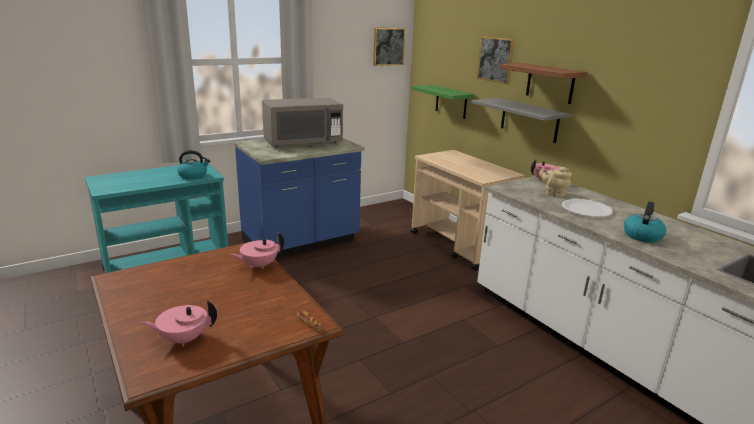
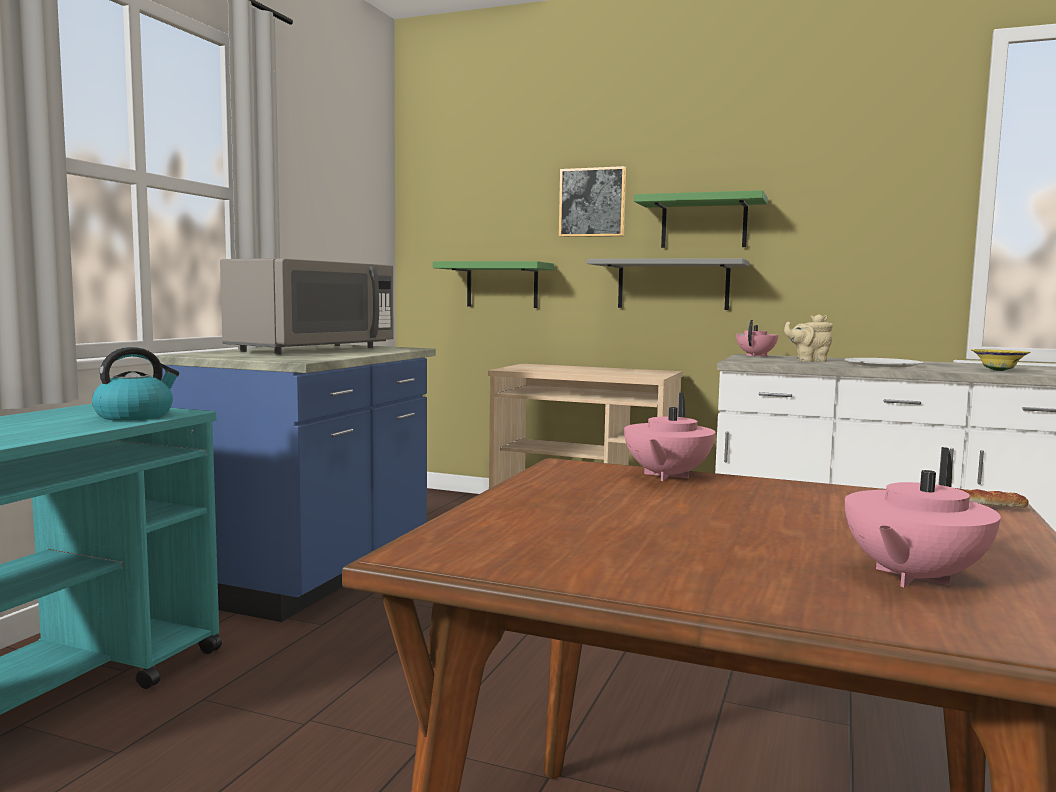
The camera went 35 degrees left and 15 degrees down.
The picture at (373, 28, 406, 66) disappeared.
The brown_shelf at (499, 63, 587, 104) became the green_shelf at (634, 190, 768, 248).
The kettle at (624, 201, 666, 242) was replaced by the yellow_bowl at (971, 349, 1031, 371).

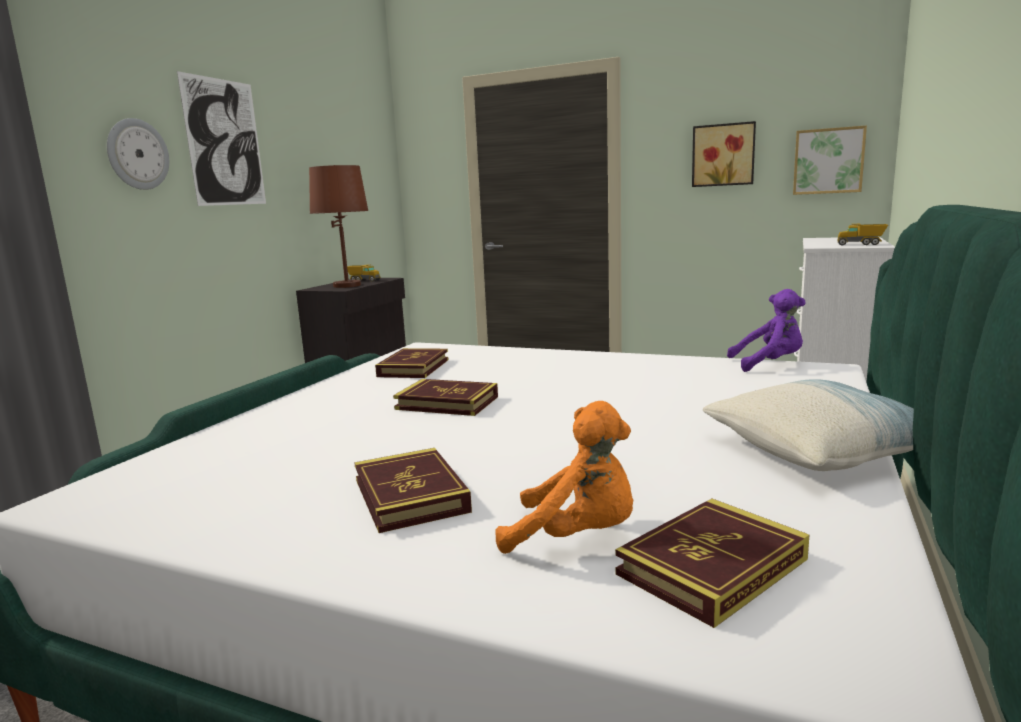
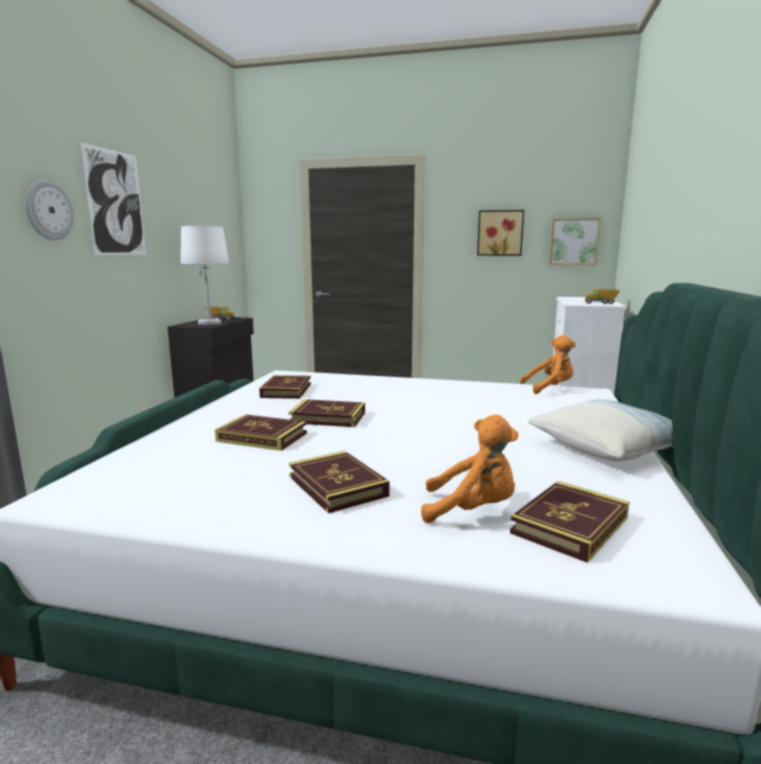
The camera went 10 degrees left and 0 degrees up.
The brown_table_lamp at (309, 165, 368, 288) became the white_table_lamp at (181, 225, 229, 325).
The purple_plush_toy at (727, 289, 806, 372) became the orange_plush_toy at (520, 335, 576, 394).
The book at (215, 414, 307, 451) appeared.

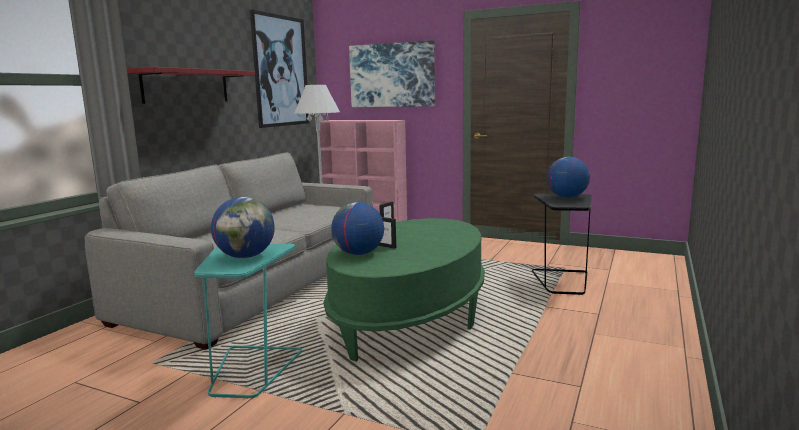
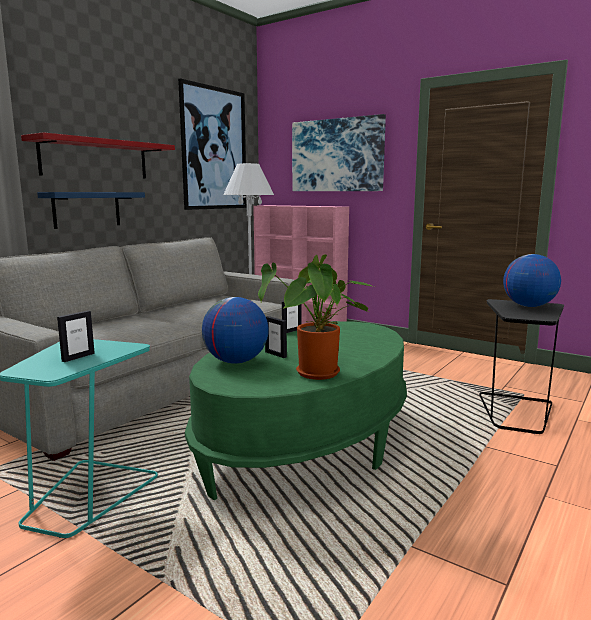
The camera went 10 degrees right and 0 degrees up.
The globe at (211, 197, 275, 258) was replaced by the picture_frame at (57, 311, 95, 362).
The blue_shelf at (37, 192, 145, 229) appeared.
The potted_plant at (258, 254, 374, 380) appeared.

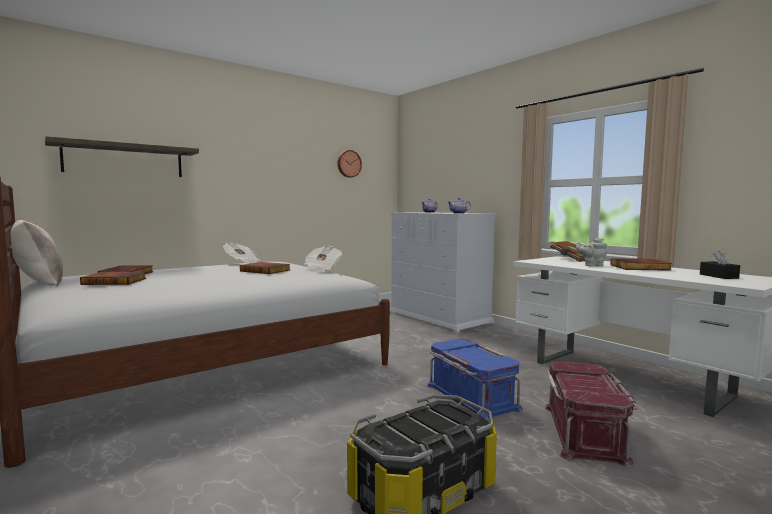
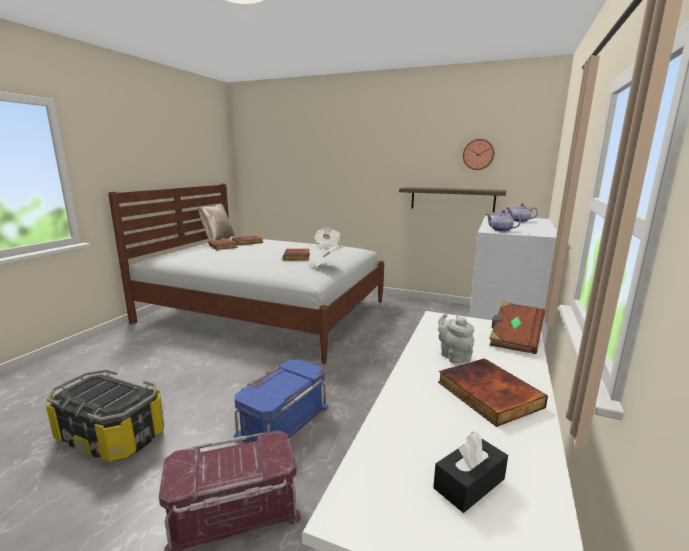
The camera went 60 degrees right and 10 degrees up.
The shelf moved from (45, 136, 199, 177) to (399, 187, 506, 213).

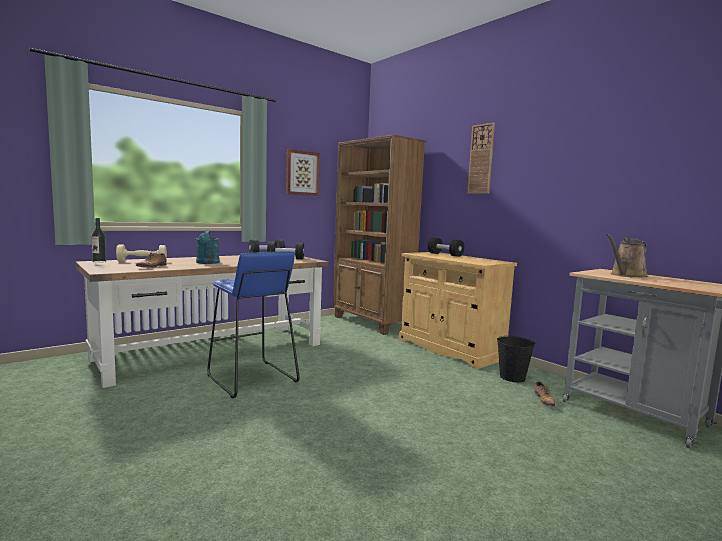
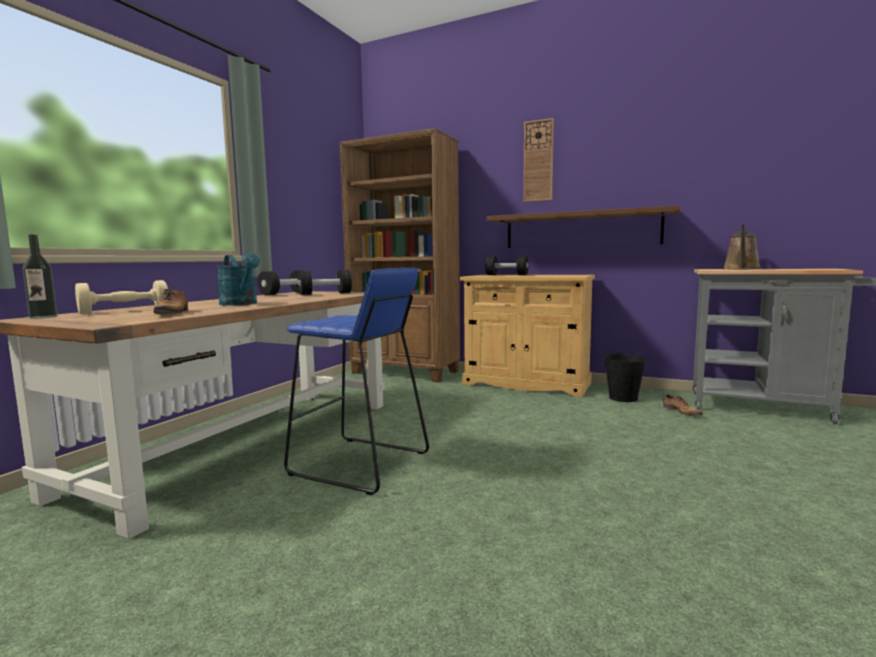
The camera went 25 degrees left and 0 degrees up.
The picture at (286, 149, 320, 196) disappeared.
The brown_shelf at (487, 205, 680, 248) appeared.

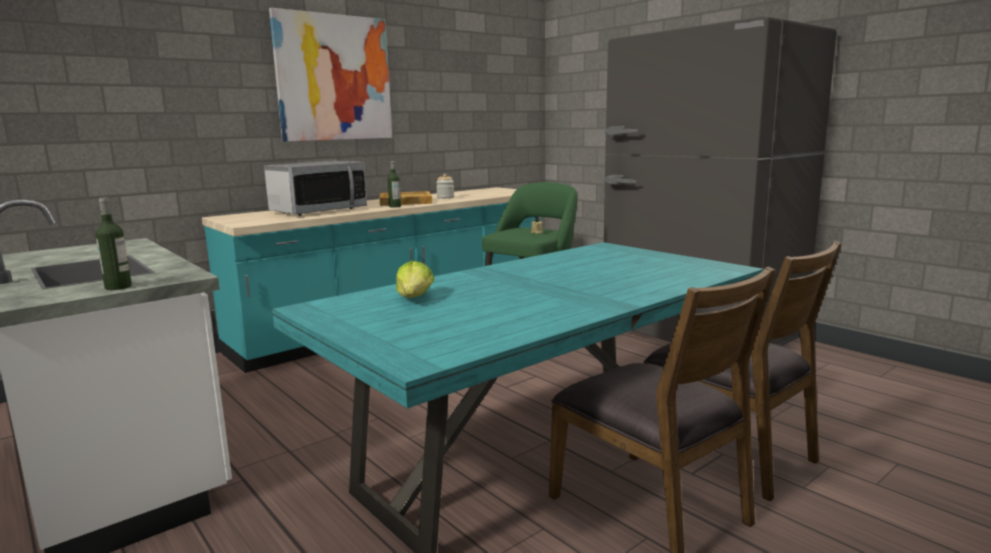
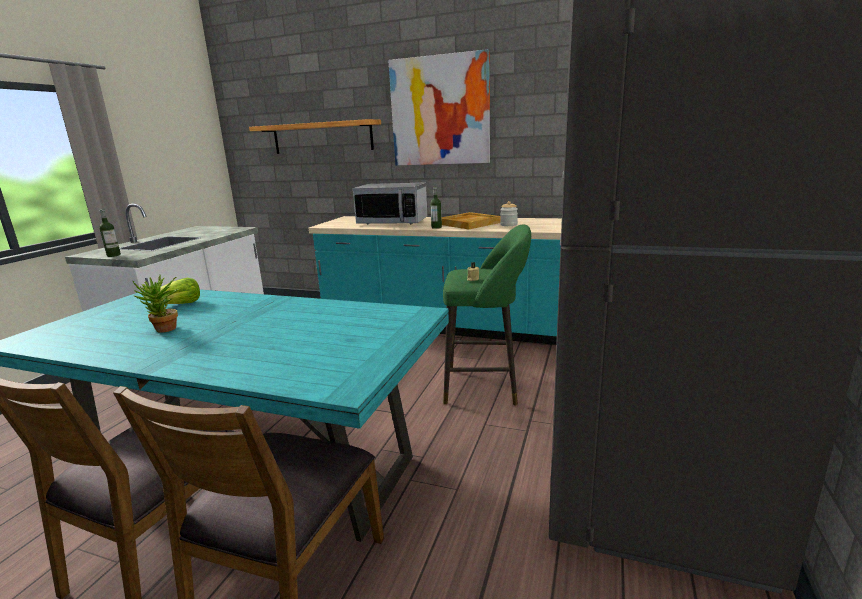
The camera went 60 degrees right and 5 degrees up.
The shelf at (249, 119, 381, 154) appeared.
The potted_plant at (133, 275, 179, 333) appeared.

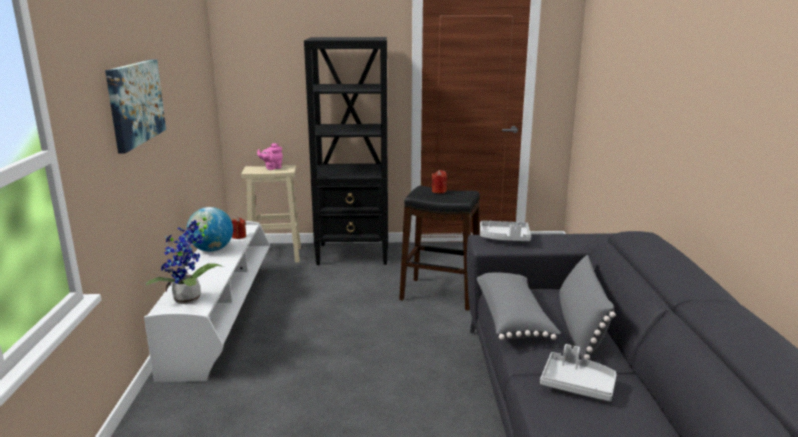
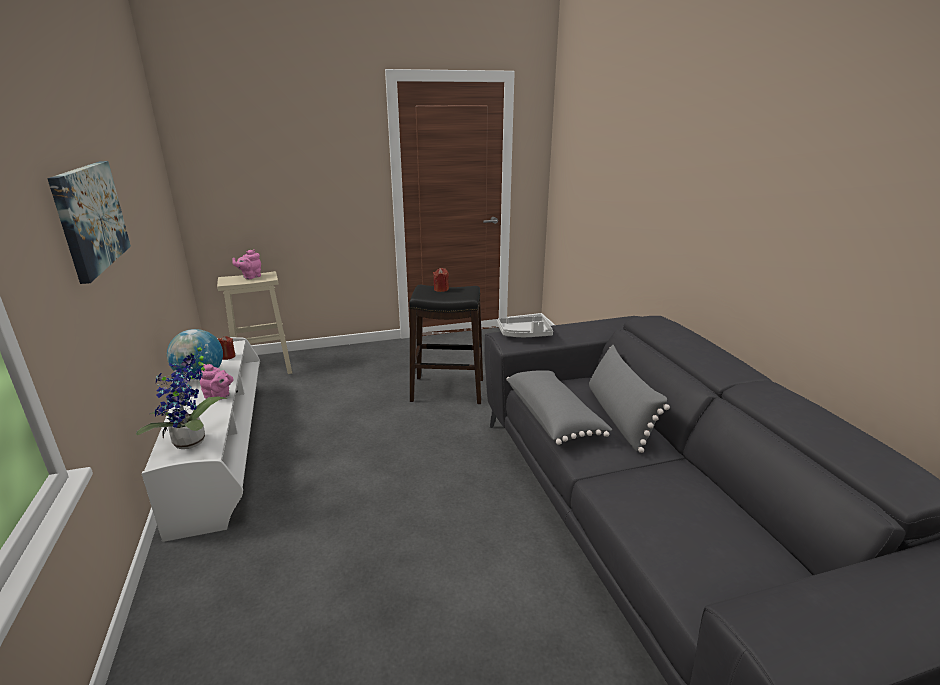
The camera went 15 degrees left and 5 degrees up.
The black_bookcase at (304, 37, 388, 265) disappeared.
The grey_tray at (540, 344, 617, 401) disappeared.
The pink_teapot at (199, 364, 234, 400) appeared.

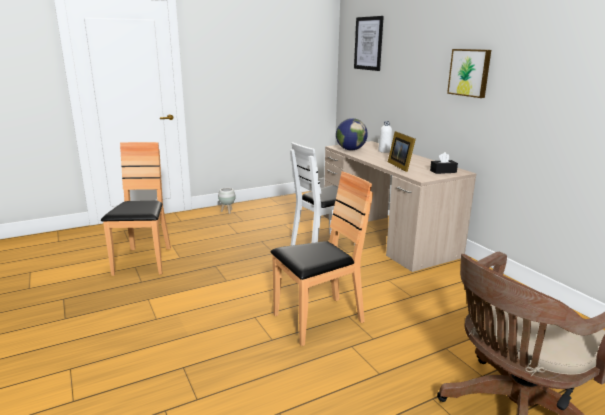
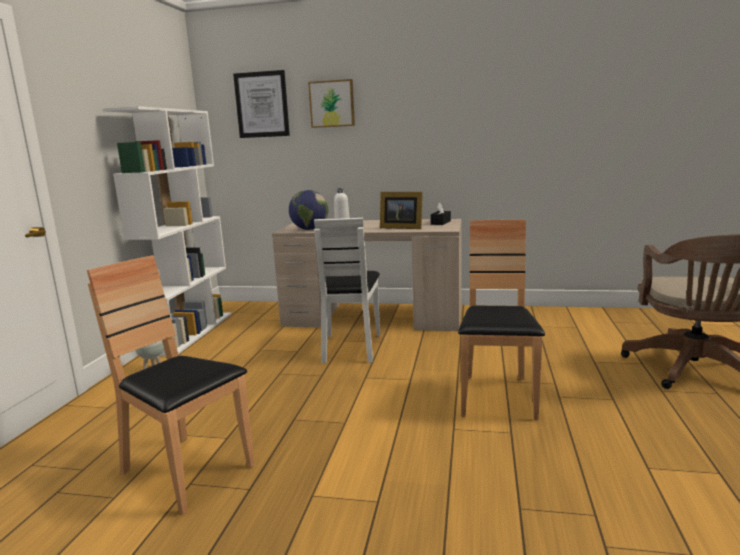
The camera went 50 degrees left and 5 degrees down.
The picture moved from (447, 49, 491, 98) to (308, 79, 355, 128).
The white_bookcase at (102, 106, 232, 356) appeared.

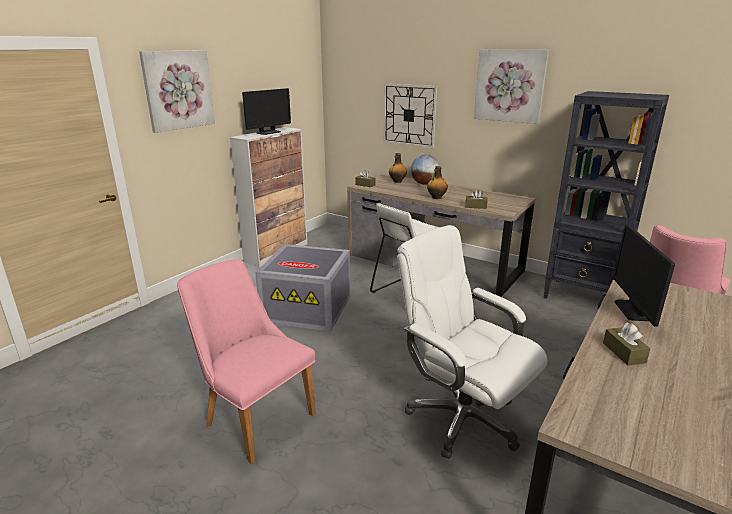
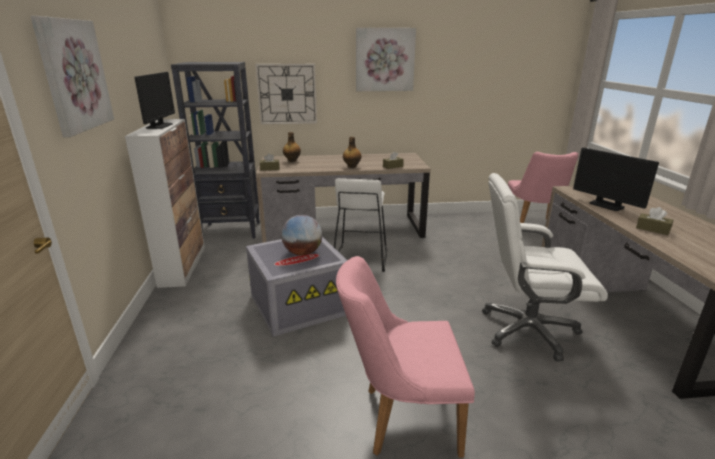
The camera went 40 degrees left and 0 degrees up.
The black_bookcase moved from (543, 91, 669, 299) to (171, 62, 260, 239).
The globe moved from (411, 155, 440, 185) to (281, 215, 322, 255).

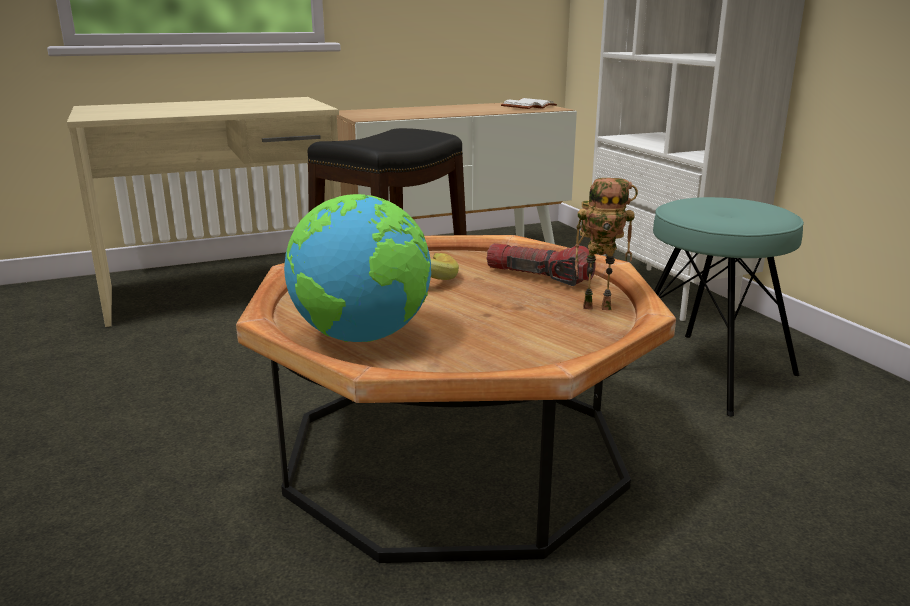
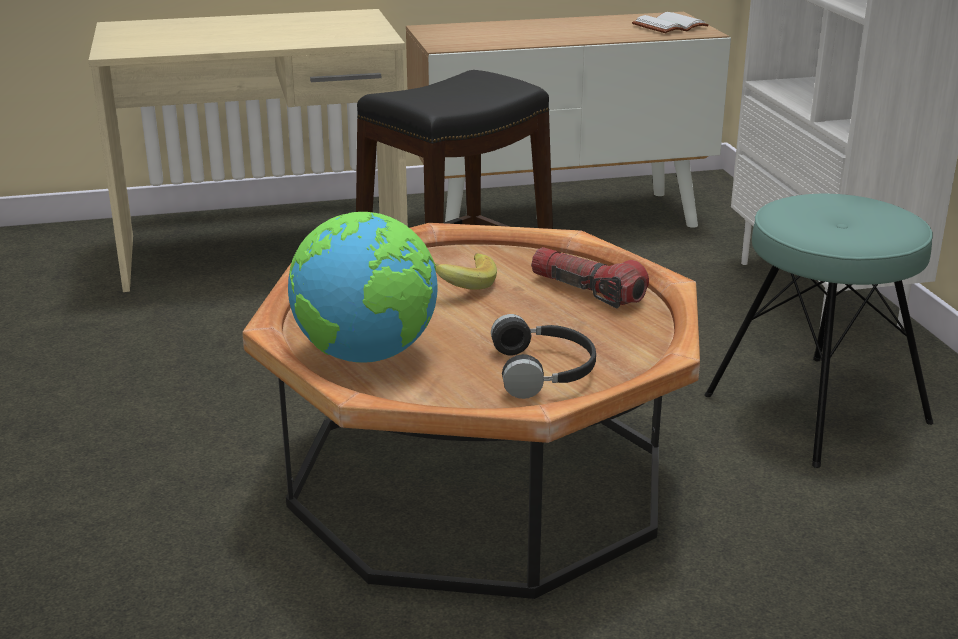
The camera went 10 degrees right and 5 degrees up.
The toy_robot at (575, 178, 638, 310) disappeared.
The black_headphones at (491, 314, 596, 399) appeared.

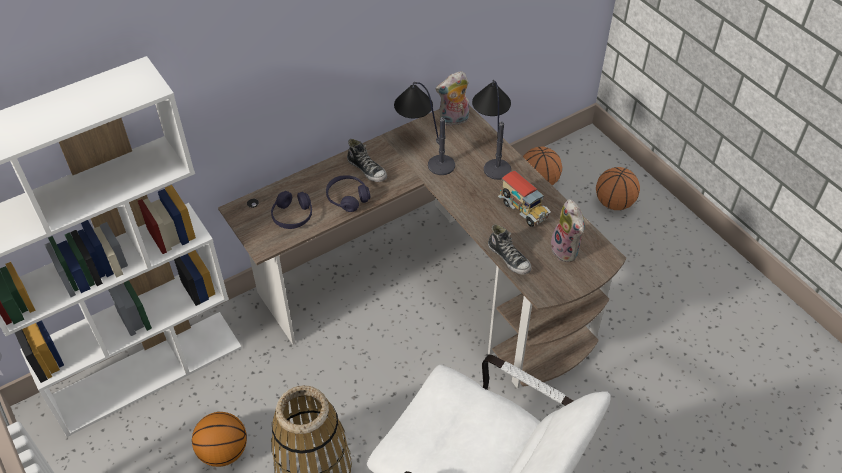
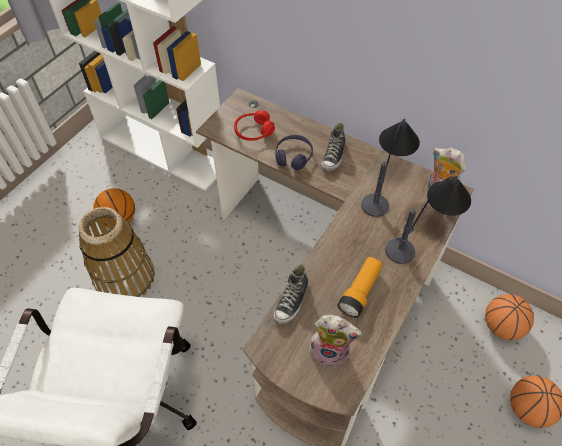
The camera went 65 degrees right and 5 degrees up.
The toy_truck at (498, 171, 551, 227) was replaced by the flashlight at (337, 257, 383, 318).
The purple_headphones at (271, 191, 312, 229) became the red_headphones at (234, 110, 275, 141).
The plush_toy at (551, 199, 585, 262) turned 120 degrees counterclockwise.

